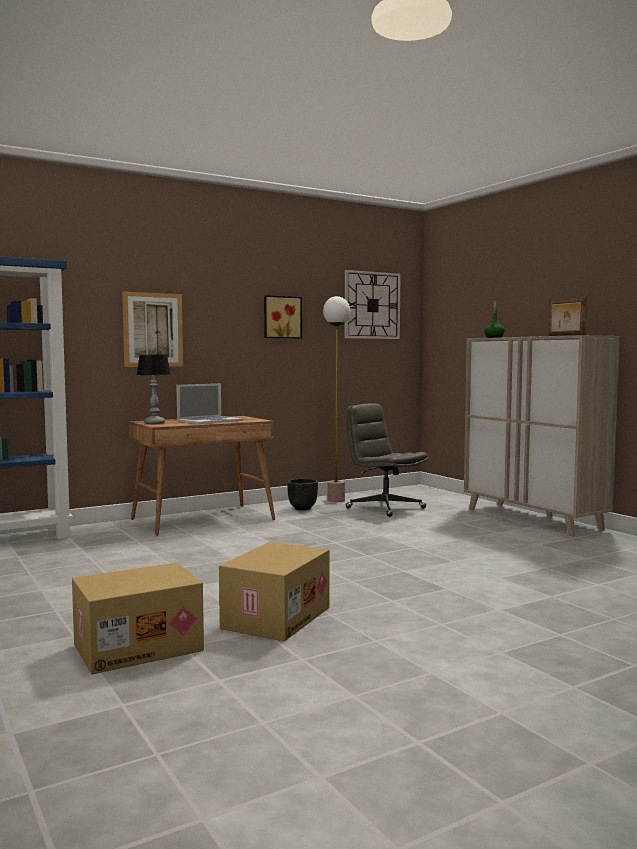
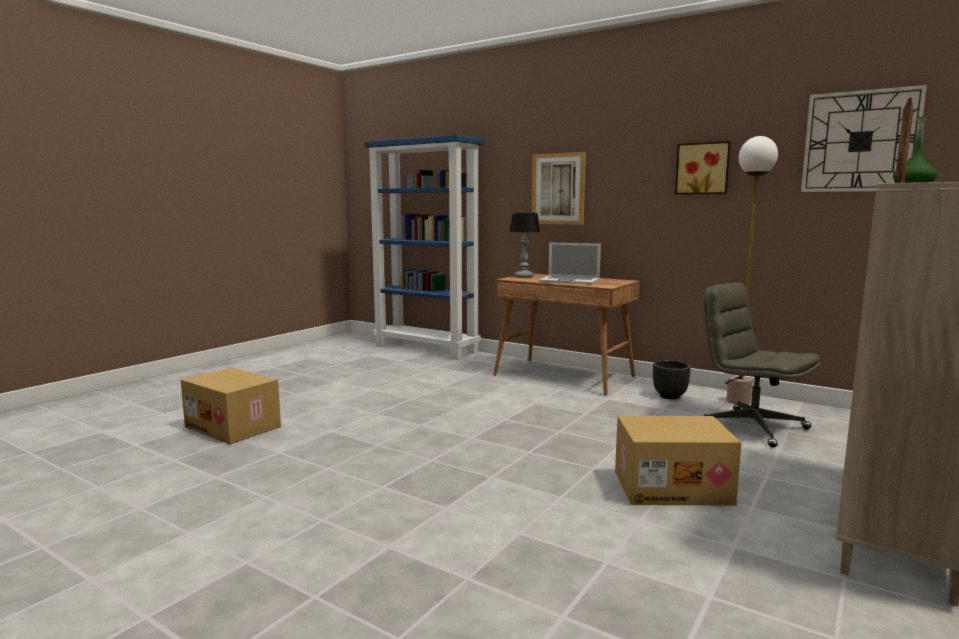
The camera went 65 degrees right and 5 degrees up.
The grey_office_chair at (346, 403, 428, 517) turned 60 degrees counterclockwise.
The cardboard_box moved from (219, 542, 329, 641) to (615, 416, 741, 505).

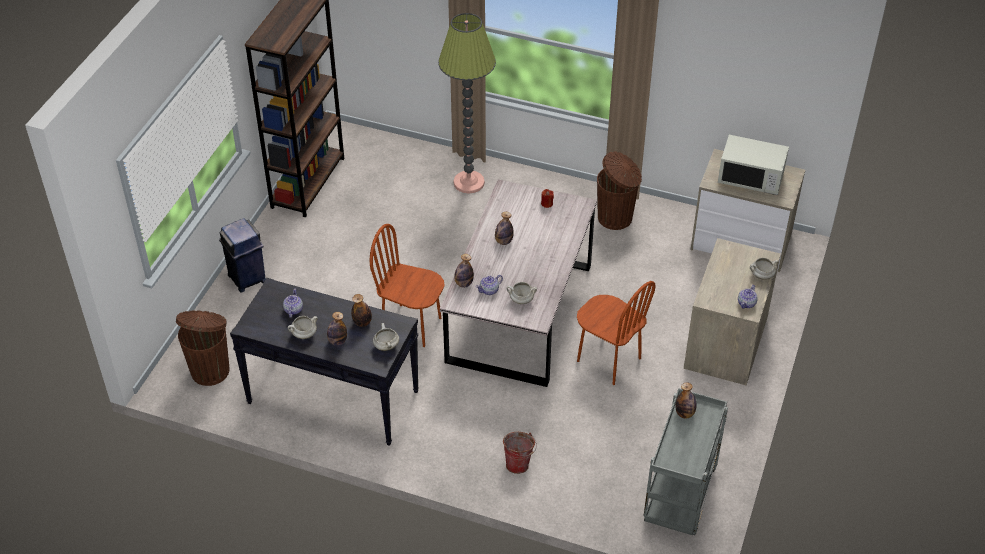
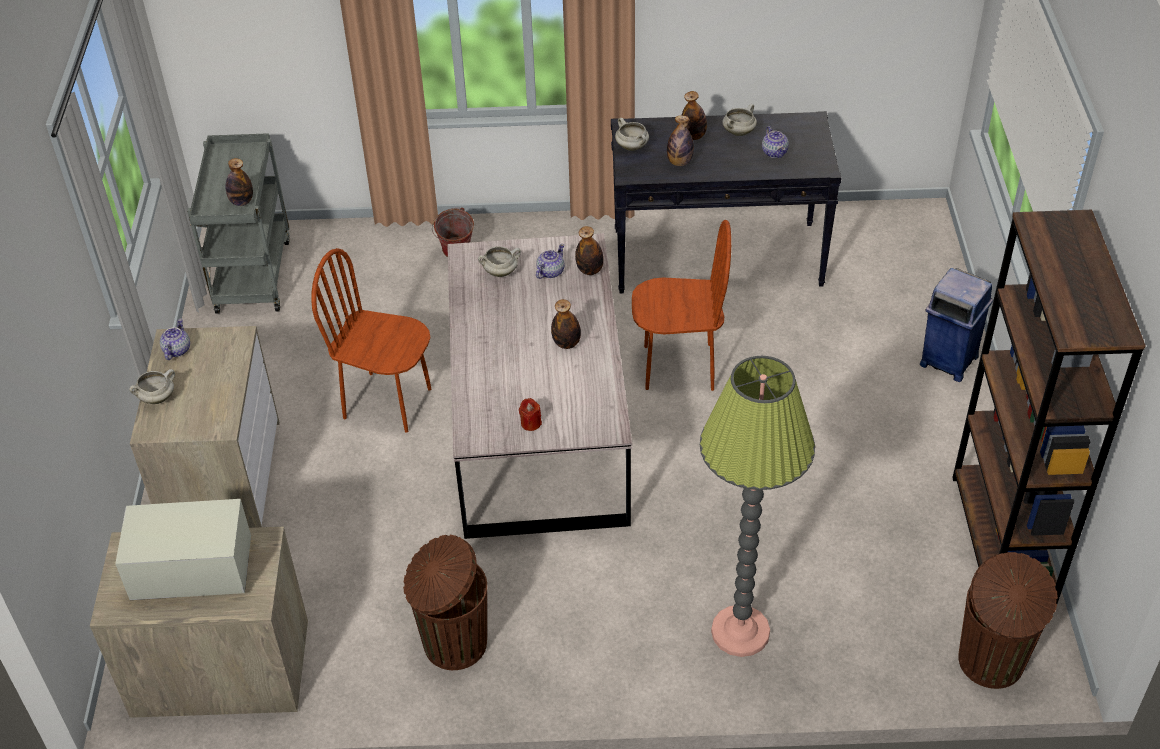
The camera went 160 degrees right and 0 degrees up.
The brown_trash_can moved from (176, 311, 229, 386) to (958, 552, 1058, 689).

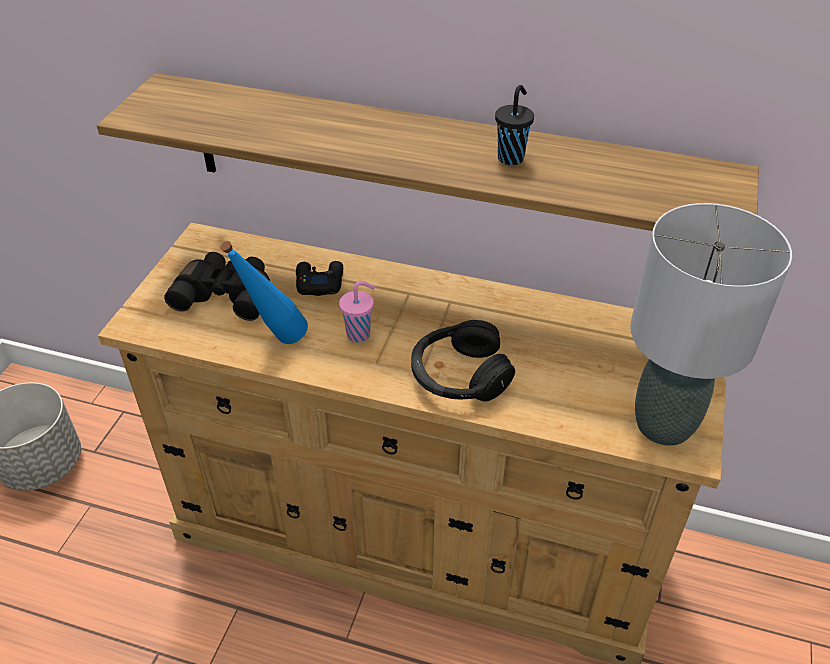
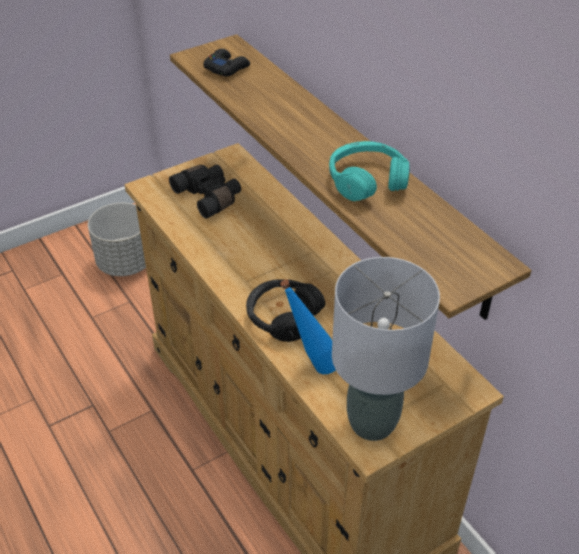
The camera went 40 degrees right and 0 degrees up.
The black_cup at (495, 85, 534, 165) was replaced by the turquoise_headphones at (329, 141, 410, 201).
The blue_bottle moved from (220, 241, 308, 344) to (280, 279, 336, 374).
The black_game_controller moved from (296, 261, 343, 296) to (204, 49, 250, 77).
The pink_cup at (339, 281, 375, 342) disappeared.

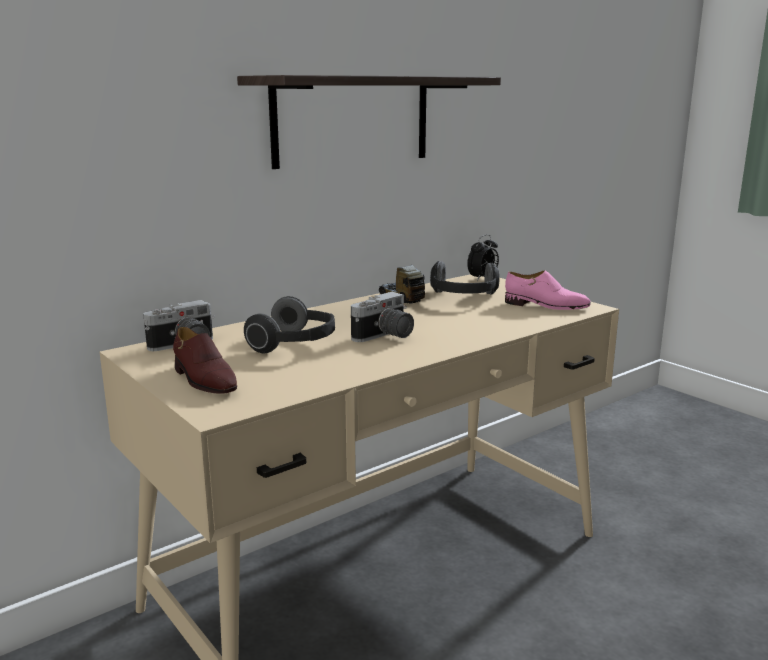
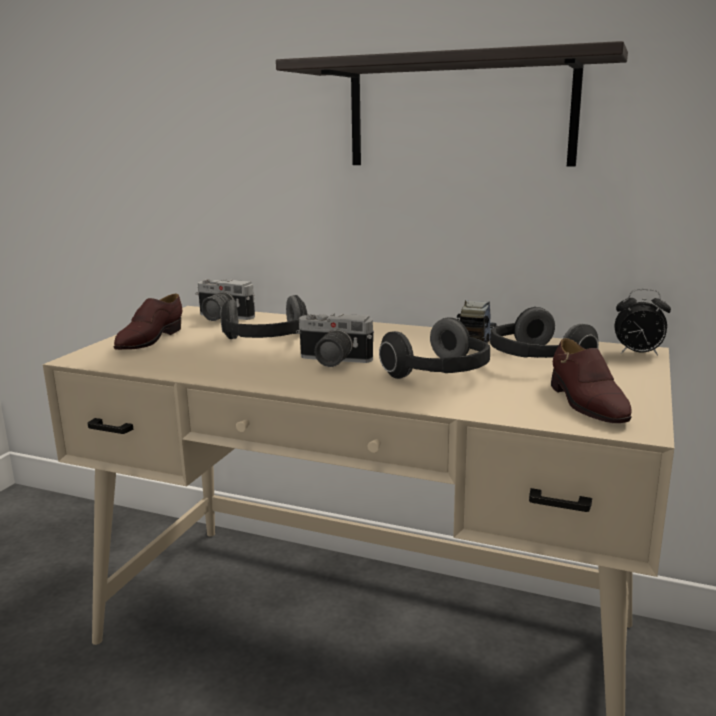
The camera went 60 degrees right and 0 degrees up.
The pink_shoe at (505, 270, 591, 310) became the brown_shoe at (551, 338, 632, 423).
The headphones at (379, 317, 490, 379) appeared.

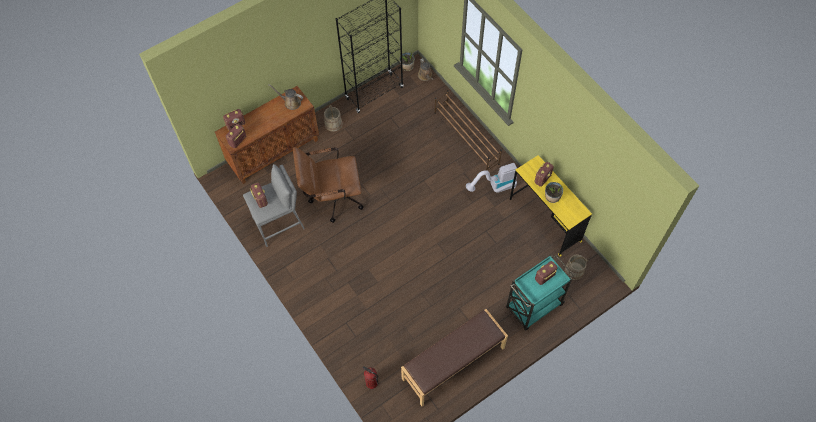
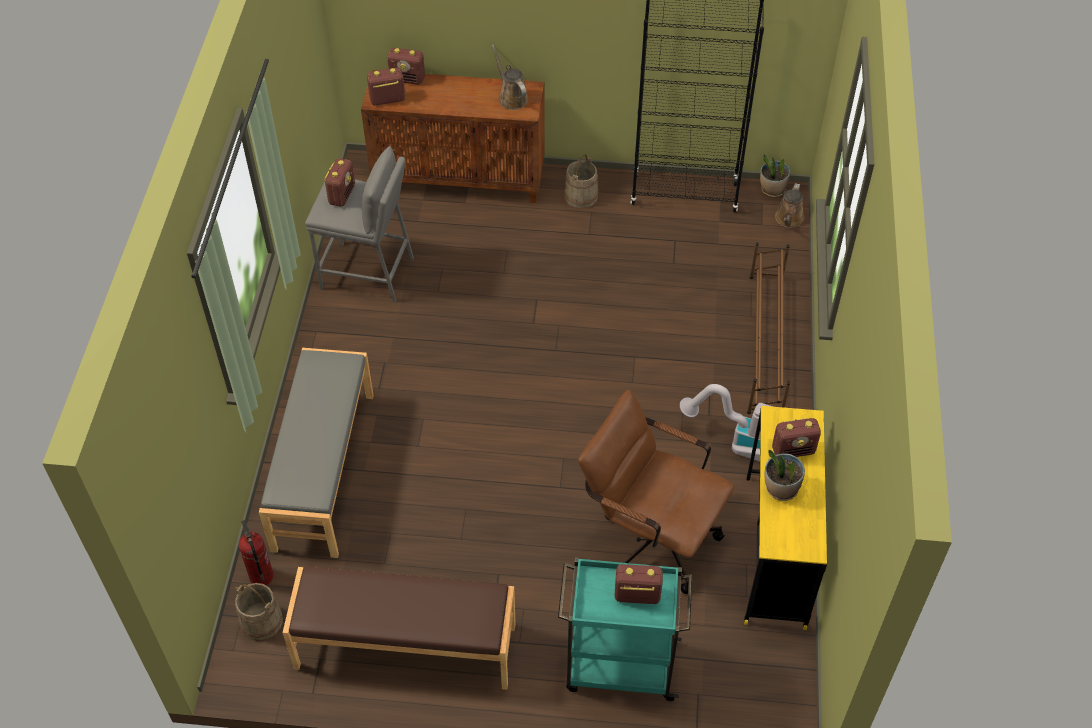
The camera went 40 degrees right and 10 degrees down.
The brown_office_chair moved from (293, 147, 364, 223) to (578, 390, 735, 594).
The beige_bucket moved from (565, 254, 588, 280) to (235, 583, 283, 641).
The grey_bench at (259, 348, 374, 558) appeared.

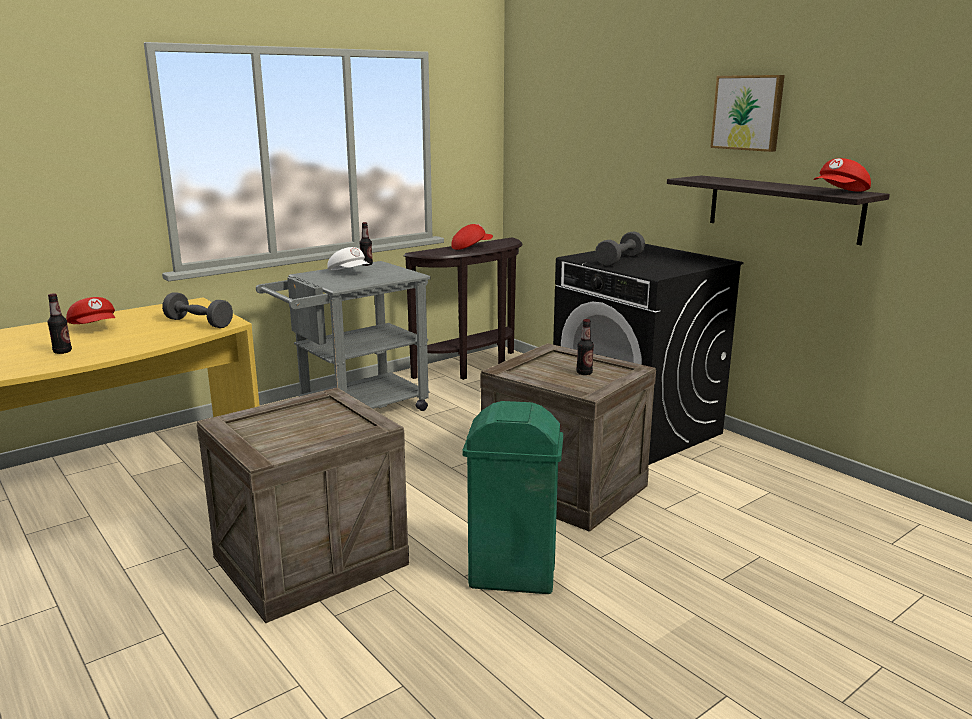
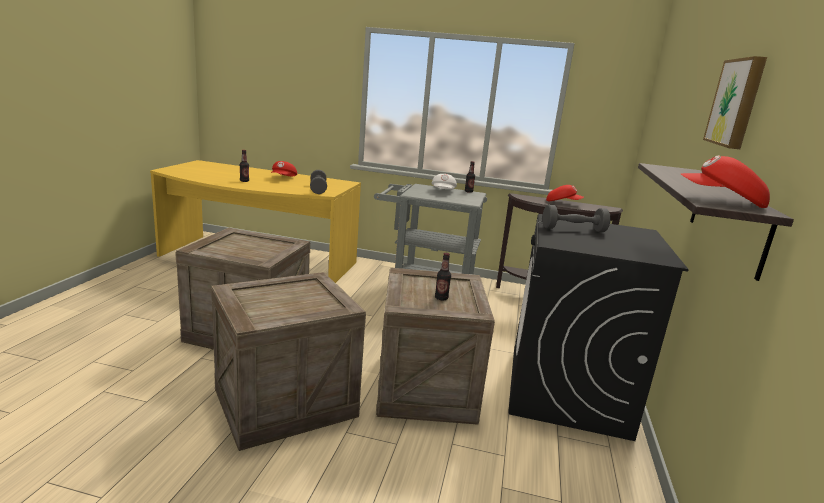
The camera went 50 degrees right and 0 degrees up.
The green_trash_can at (463, 401, 563, 594) was replaced by the crate at (211, 272, 366, 451).

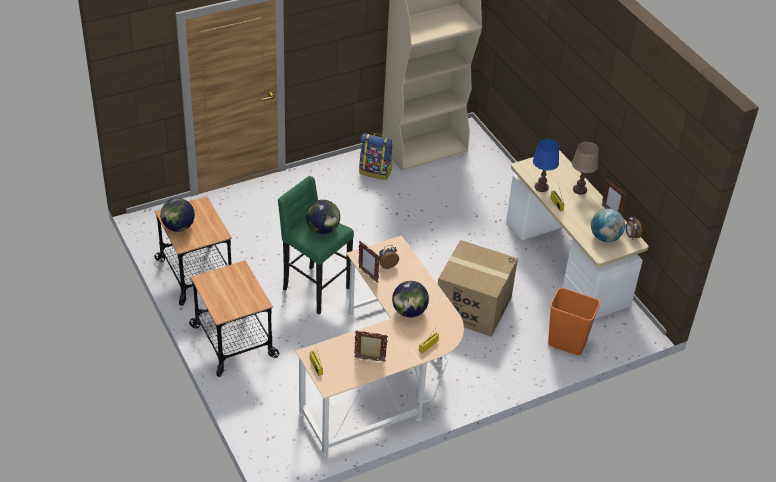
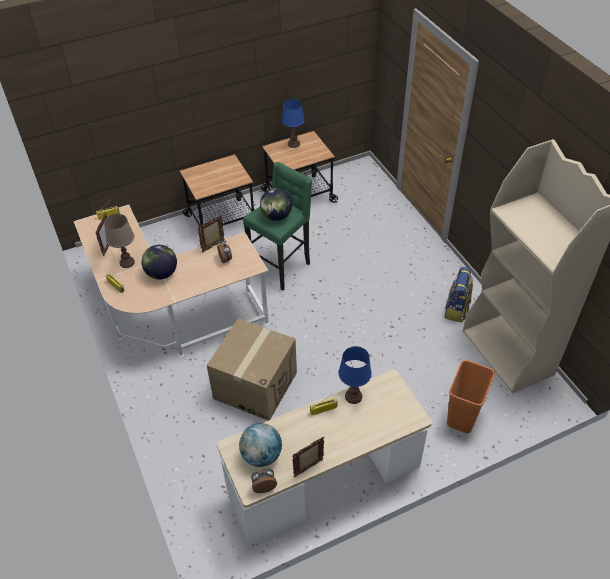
The camera went 95 degrees right and 5 degrees up.
The brown_table_lamp moved from (572, 141, 599, 195) to (104, 214, 135, 268).
The globe at (160, 198, 195, 232) was replaced by the blue_table_lamp at (282, 99, 305, 148).
The orange_trash_can moved from (548, 287, 600, 355) to (447, 360, 495, 433).

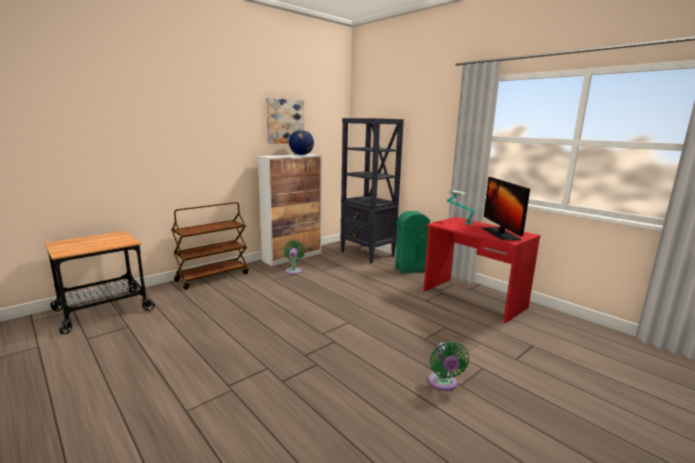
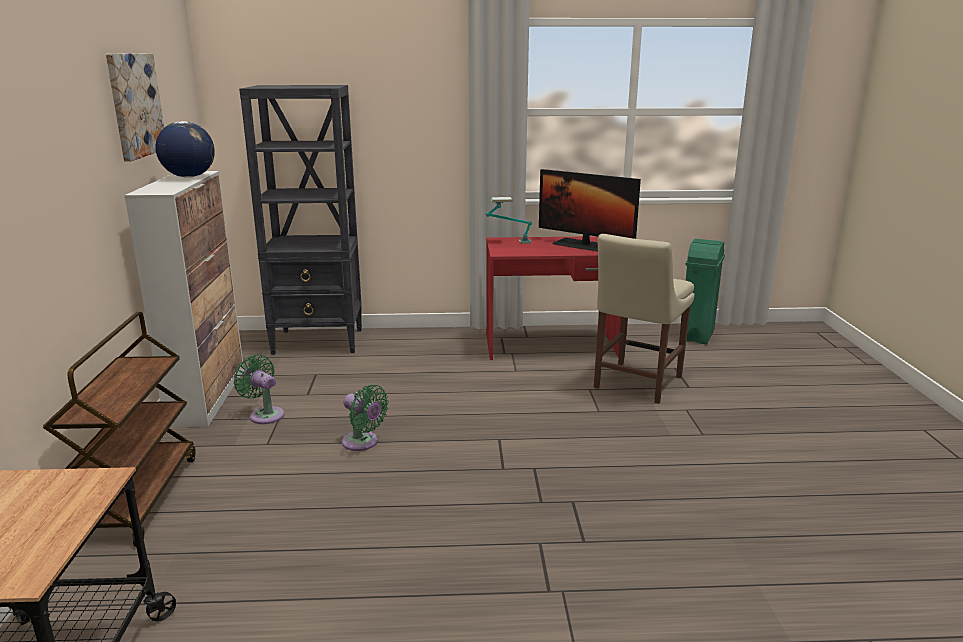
The camera went 50 degrees left and 5 degrees up.
The green_trash_can moved from (395, 211, 430, 274) to (685, 239, 725, 344).
The green_fan moved from (428, 342, 469, 391) to (342, 385, 389, 451).
The beige_chair at (594, 234, 695, 404) appeared.

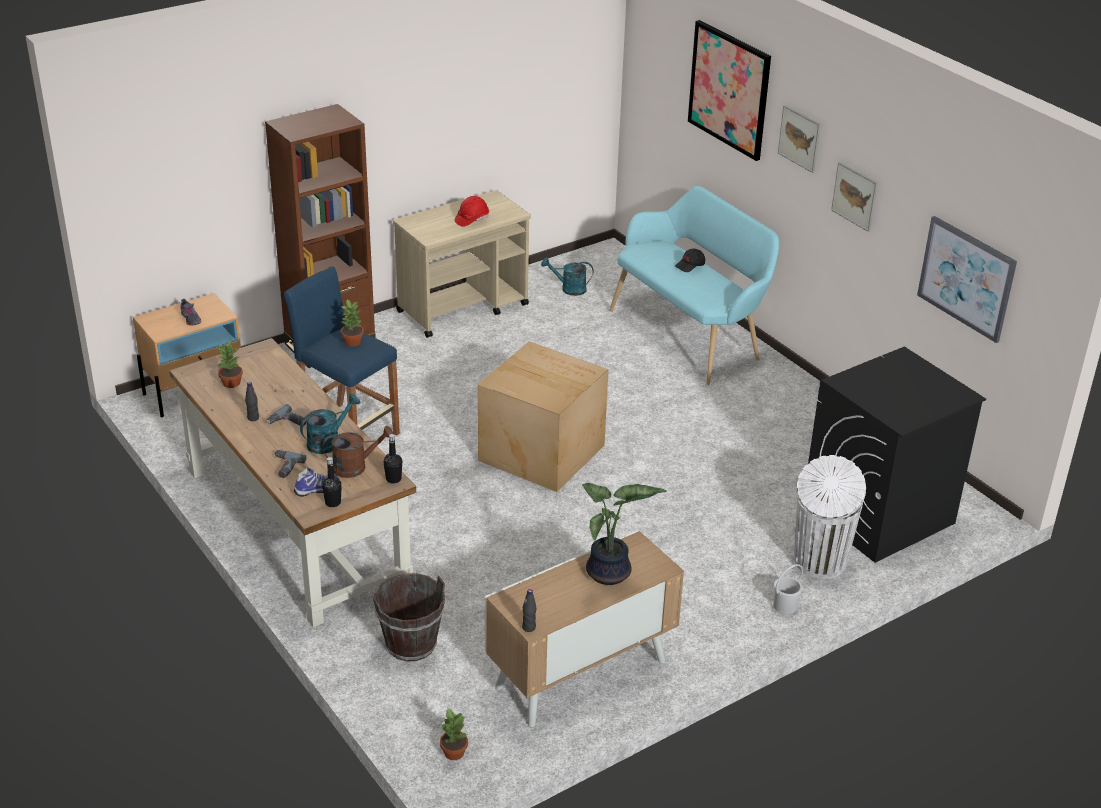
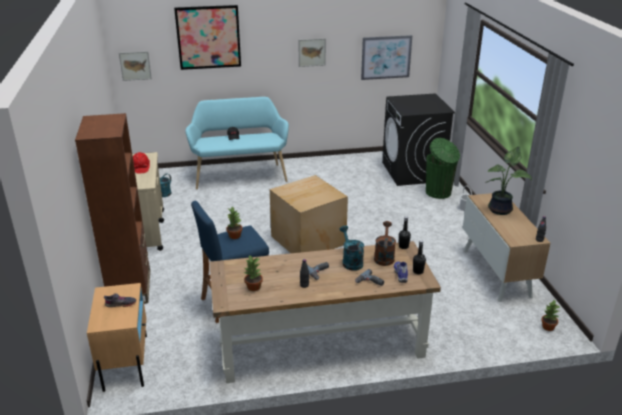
The camera went 65 degrees left and 5 degrees down.
The picture moved from (778, 105, 821, 173) to (119, 51, 152, 81).
The white_trash_can at (794, 455, 866, 579) became the green_trash_can at (426, 138, 460, 199).
The brown_bucket at (373, 573, 445, 661) disappeared.

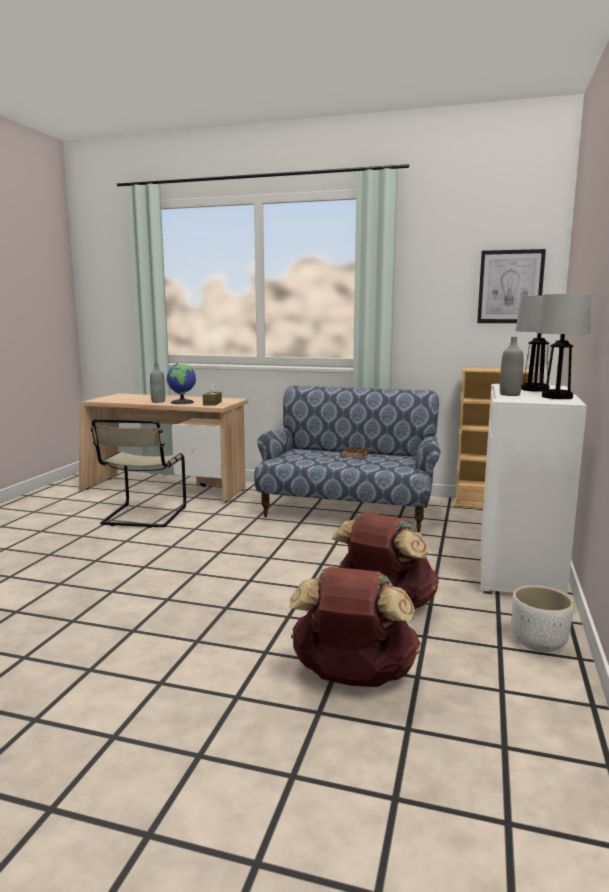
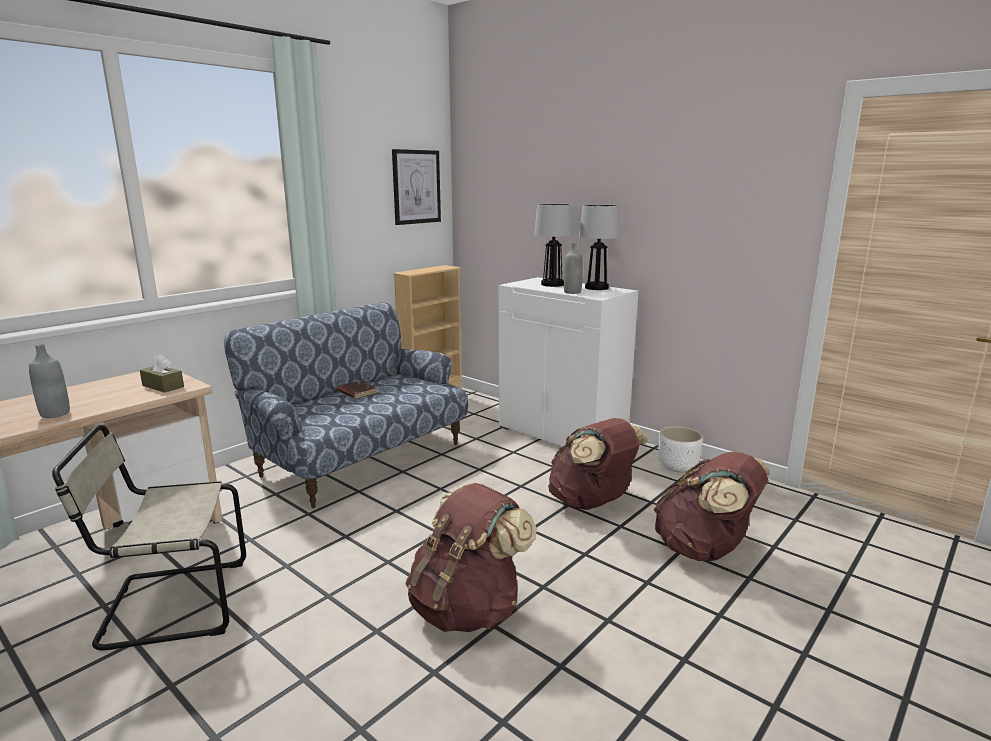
The camera went 65 degrees left and 5 degrees up.
The globe at (166, 363, 196, 404) disappeared.
The beige_chair at (91, 419, 186, 528) turned 135 degrees clockwise.
The brown_backpack at (406, 483, 537, 632) appeared.

